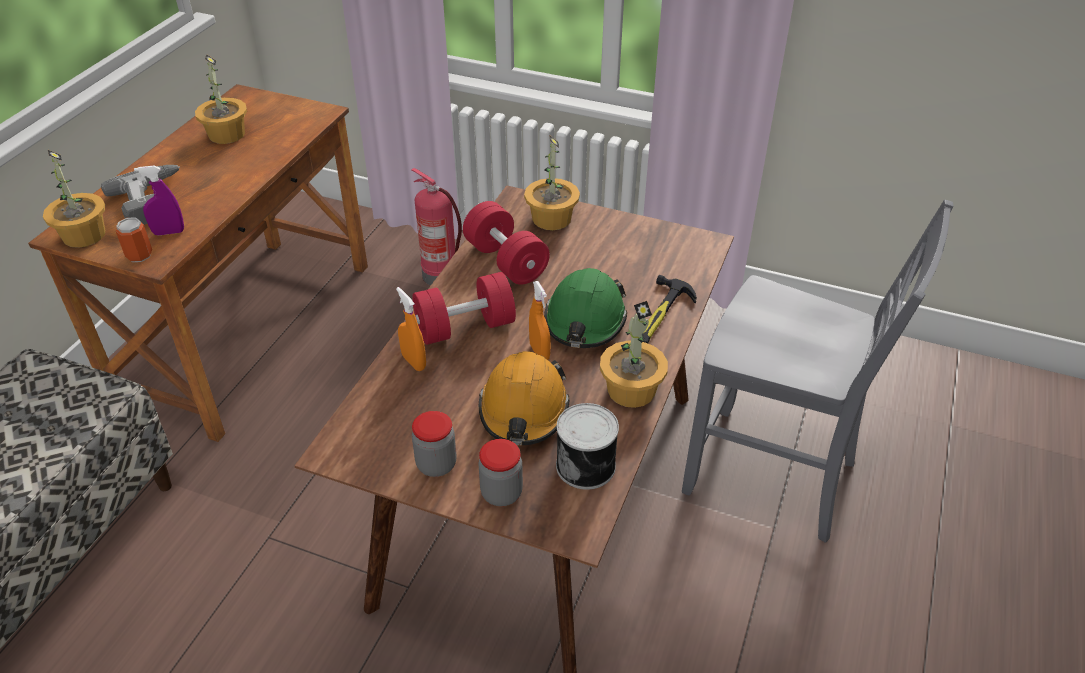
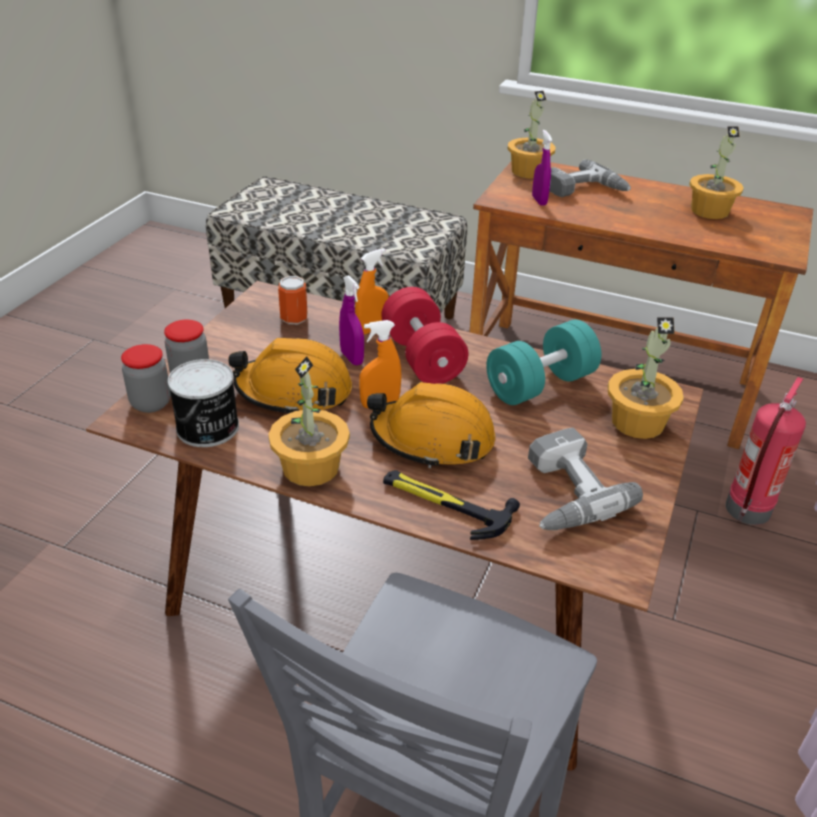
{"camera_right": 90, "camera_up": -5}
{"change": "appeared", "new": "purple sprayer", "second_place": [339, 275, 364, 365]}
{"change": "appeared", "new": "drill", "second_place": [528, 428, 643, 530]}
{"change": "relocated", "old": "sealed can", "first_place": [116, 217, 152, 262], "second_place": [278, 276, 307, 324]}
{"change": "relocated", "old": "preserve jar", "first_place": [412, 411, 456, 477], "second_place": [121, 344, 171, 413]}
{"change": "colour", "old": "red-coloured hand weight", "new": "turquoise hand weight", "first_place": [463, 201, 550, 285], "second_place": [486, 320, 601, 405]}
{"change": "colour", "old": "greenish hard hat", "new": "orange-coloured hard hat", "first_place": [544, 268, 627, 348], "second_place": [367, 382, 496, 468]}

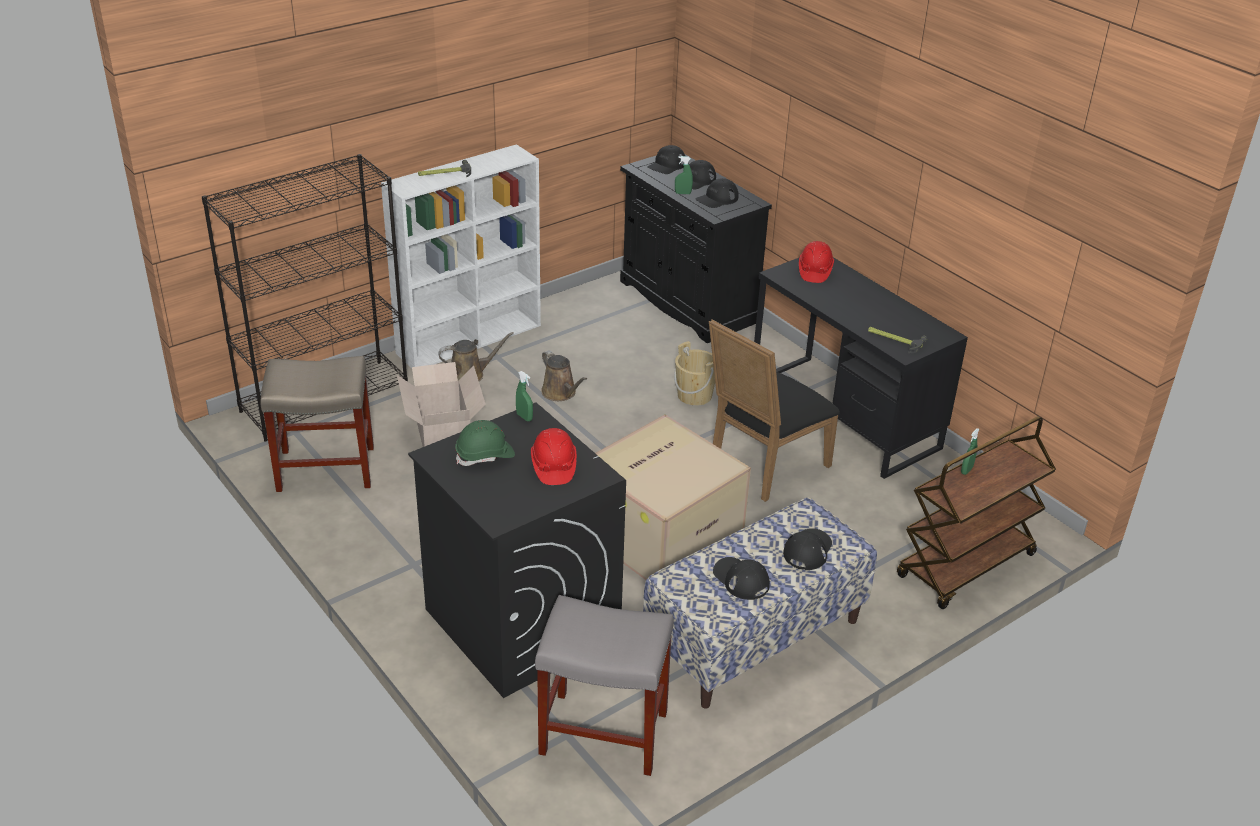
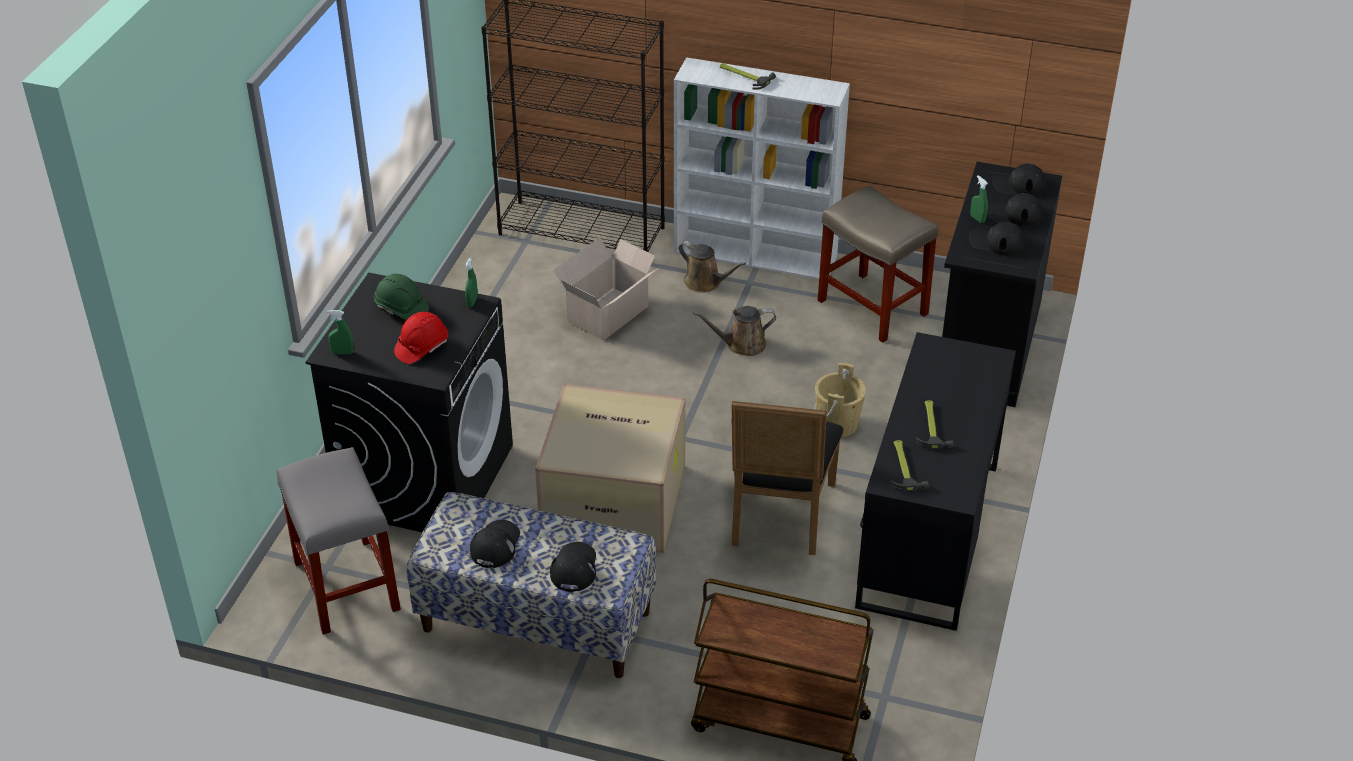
{"camera_right": 55, "camera_up": 5}
{"change": "missing", "old": "red-coloured hard hat", "first_place": [799, 241, 834, 283]}
{"change": "appeared", "new": "hammer", "second_place": [916, 400, 953, 449]}
{"change": "relocated", "old": "sand-coloured stool seat", "first_place": [260, 356, 374, 492], "second_place": [818, 186, 938, 343]}
{"change": "relocated", "old": "greenish sprayer", "first_place": [961, 428, 980, 475], "second_place": [327, 310, 354, 354]}
{"change": "spun", "old": "brownish watering pot", "first_place": [541, 350, 587, 401], "second_place": [693, 306, 776, 356], "degrees": 60}
{"change": "spun", "old": "black-coloured upright chair", "first_place": [709, 319, 840, 502], "second_place": [732, 401, 843, 555], "degrees": -90}
{"change": "spun", "old": "black-coloured baseball cap", "first_place": [783, 528, 832, 570], "second_place": [550, 542, 596, 592], "degrees": -75}

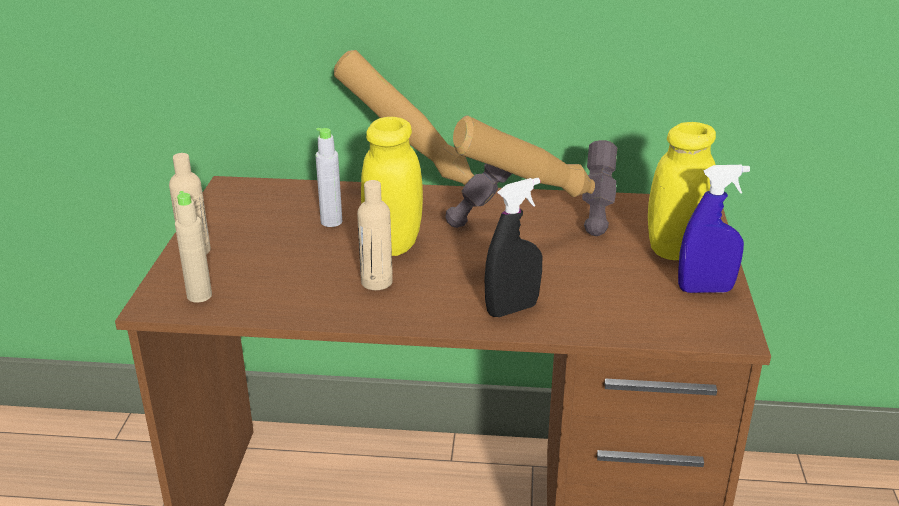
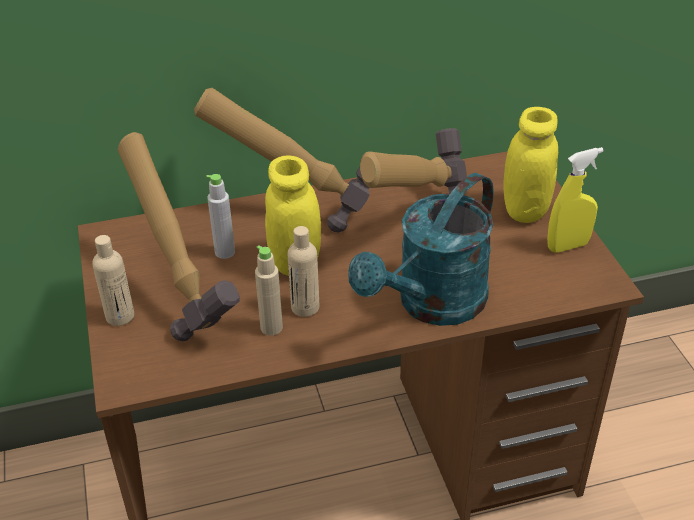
{"camera_right": -20, "camera_up": 10}
{"change": "appeared", "new": "hammer", "second_place": [118, 132, 240, 341]}
{"change": "relocated", "old": "sand-coloured drink bottle", "first_place": [175, 191, 212, 303], "second_place": [255, 246, 283, 336]}
{"change": "exchanged", "old": "black-coloured sprayer", "new": "turquoise watering pot", "first_place": [485, 178, 542, 317], "second_place": [348, 173, 494, 326]}
{"change": "colour", "old": "blue sprayer", "new": "yellow sprayer", "first_place": [678, 165, 750, 293], "second_place": [547, 147, 604, 253]}

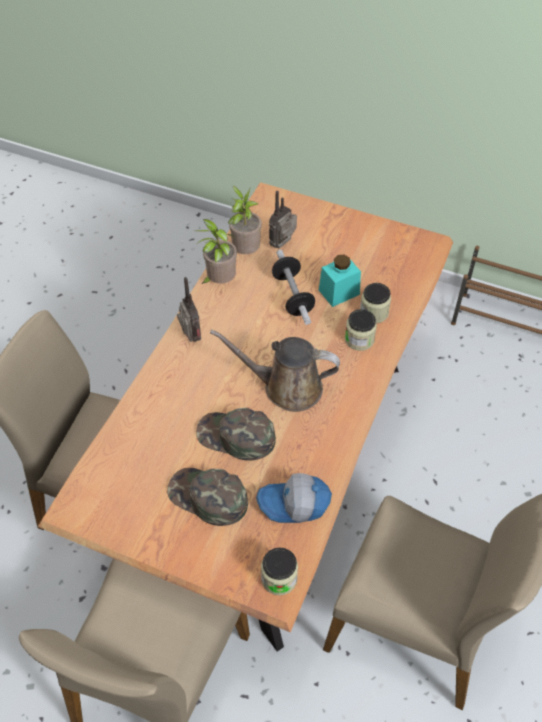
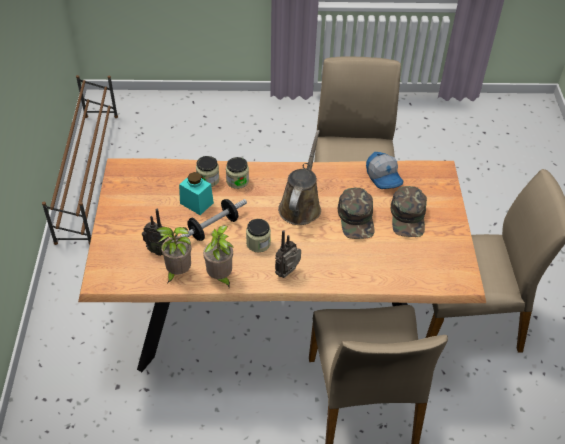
{"camera_right": -115, "camera_up": -5}
{"change": "relocated", "old": "preserve jar", "first_place": [261, 548, 298, 595], "second_place": [246, 219, 271, 252]}
{"change": "spun", "old": "brownish watering pot", "first_place": [210, 329, 340, 412], "second_place": [278, 130, 321, 225], "degrees": -150}

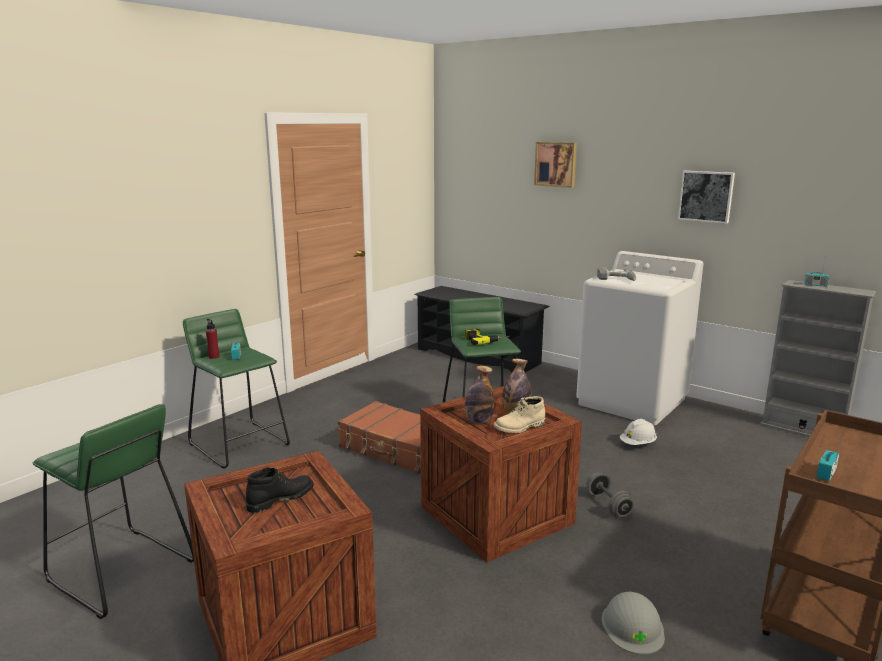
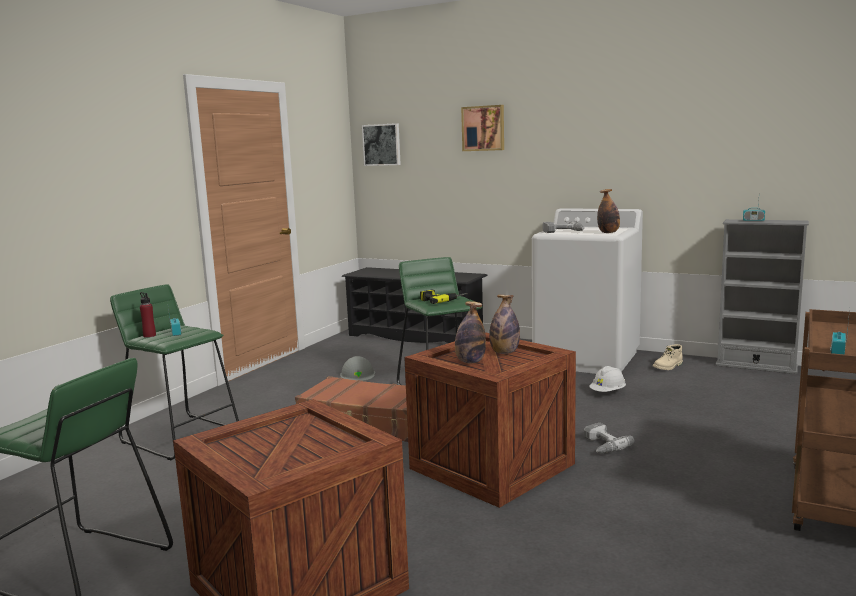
{"camera_right": -10, "camera_up": -5}
{"change": "missing", "old": "black-coloured high-top boot", "first_place": [246, 467, 314, 513]}
{"change": "appeared", "new": "drink bottle", "second_place": [597, 189, 620, 233]}
{"change": "relocated", "old": "sand-coloured high-top boot", "first_place": [494, 396, 545, 433], "second_place": [653, 344, 683, 370]}
{"change": "relocated", "old": "gray hard hat", "first_place": [602, 592, 665, 655], "second_place": [340, 356, 375, 381]}
{"change": "relocated", "old": "wall art", "first_place": [678, 171, 735, 224], "second_place": [362, 123, 401, 166]}
{"change": "exchanged", "old": "gray hand weight", "new": "drill", "first_place": [587, 472, 634, 517], "second_place": [584, 423, 634, 453]}

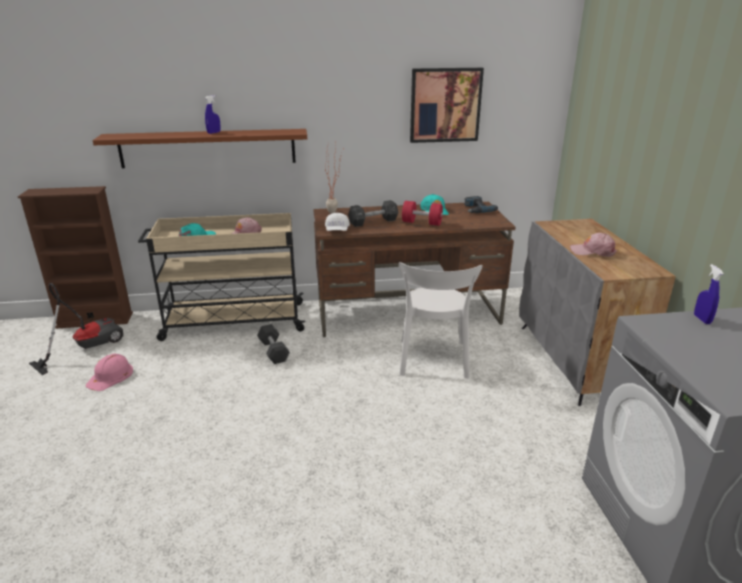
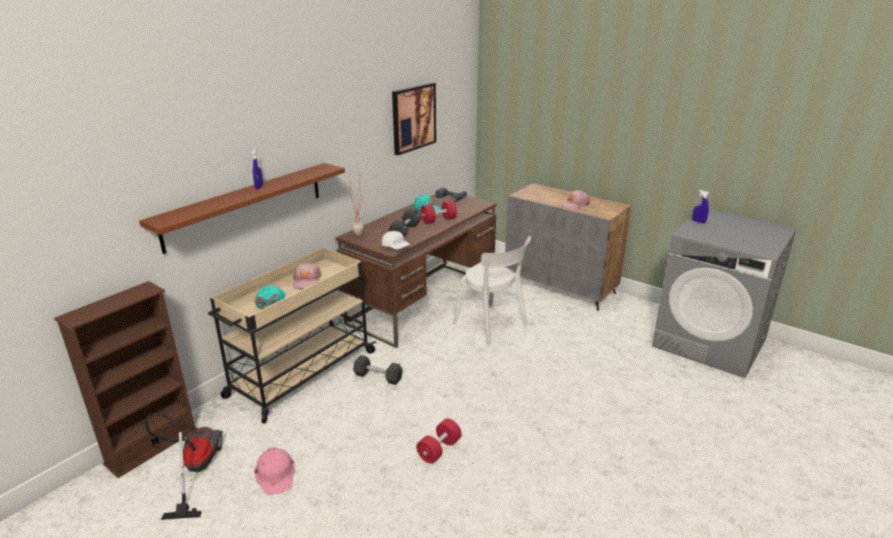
{"camera_right": -45, "camera_up": 0}
{"change": "appeared", "new": "red-coloured hand weight", "second_place": [416, 419, 461, 463]}

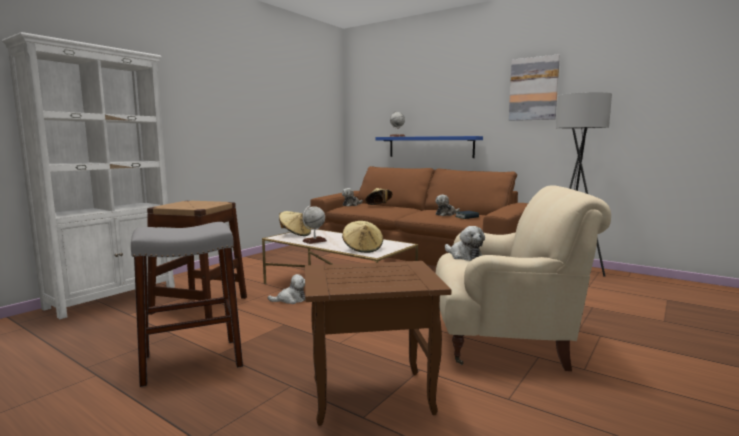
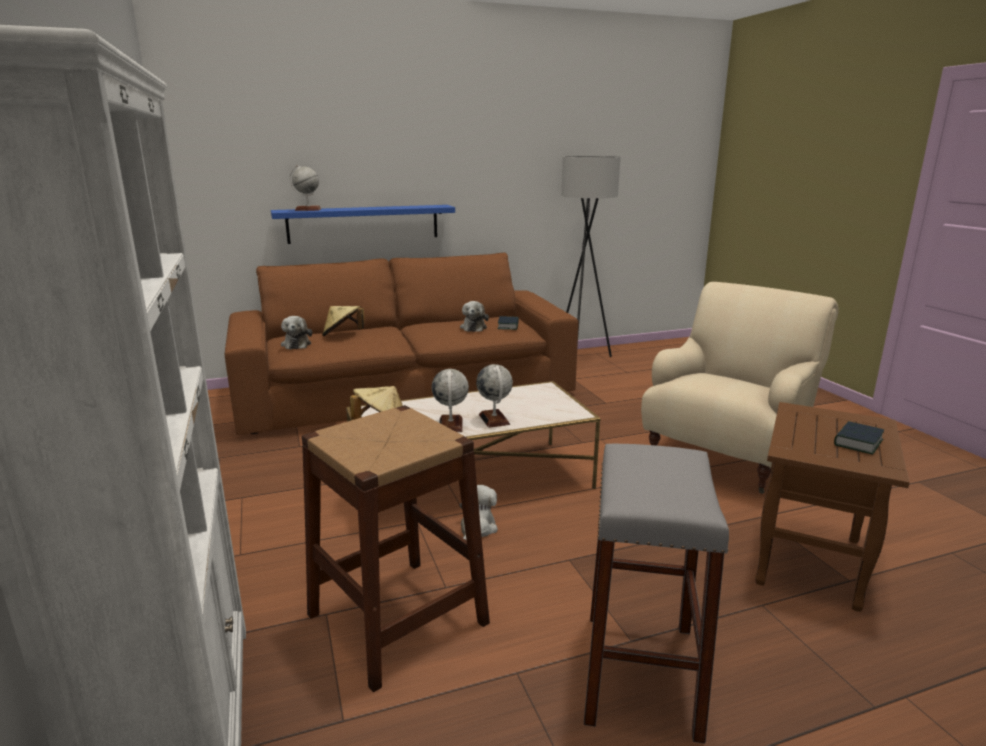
{"camera_right": -55, "camera_up": 10}
{"change": "missing", "old": "sand-coloured hat", "first_place": [342, 221, 383, 253]}
{"change": "missing", "old": "cuddly toy", "first_place": [445, 226, 485, 261]}
{"change": "missing", "old": "wall art", "first_place": [509, 54, 560, 121]}
{"change": "appeared", "new": "desk globe", "second_place": [476, 364, 513, 428]}
{"change": "appeared", "new": "book", "second_place": [834, 421, 884, 454]}

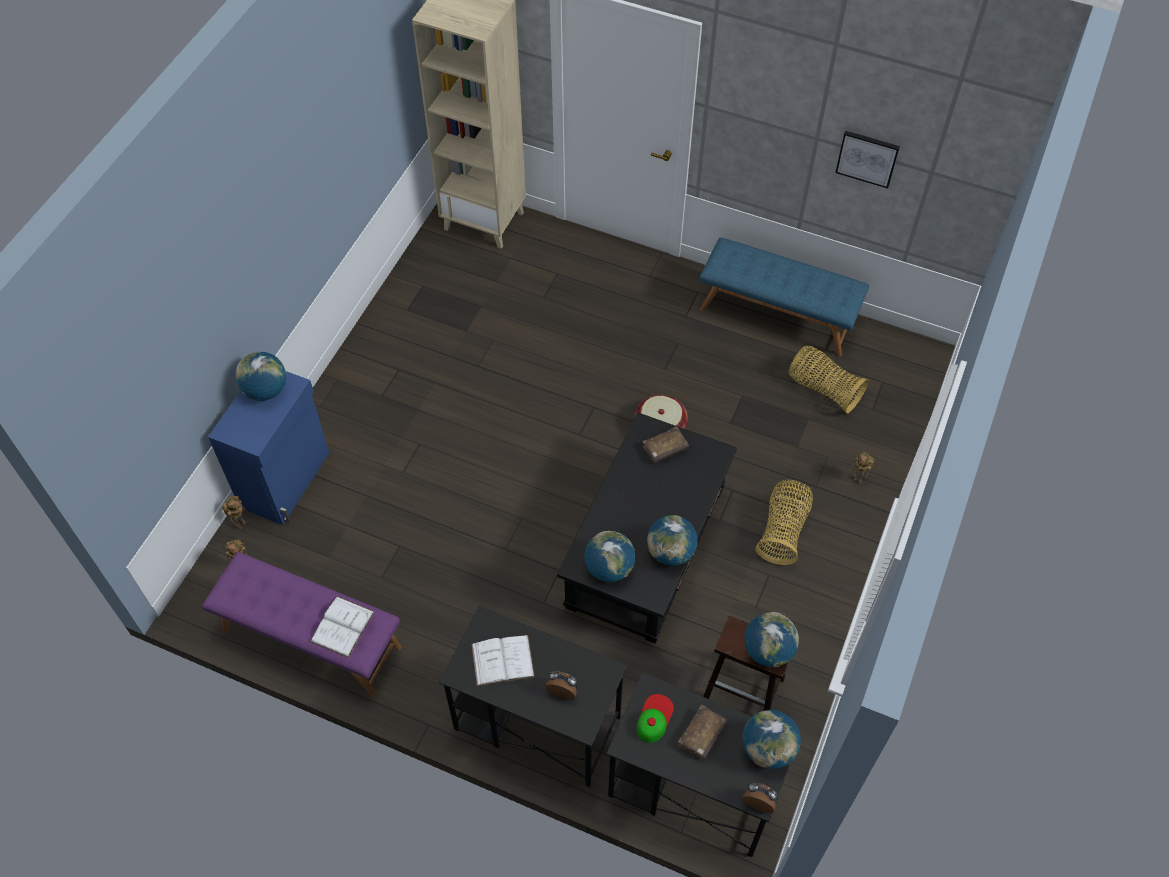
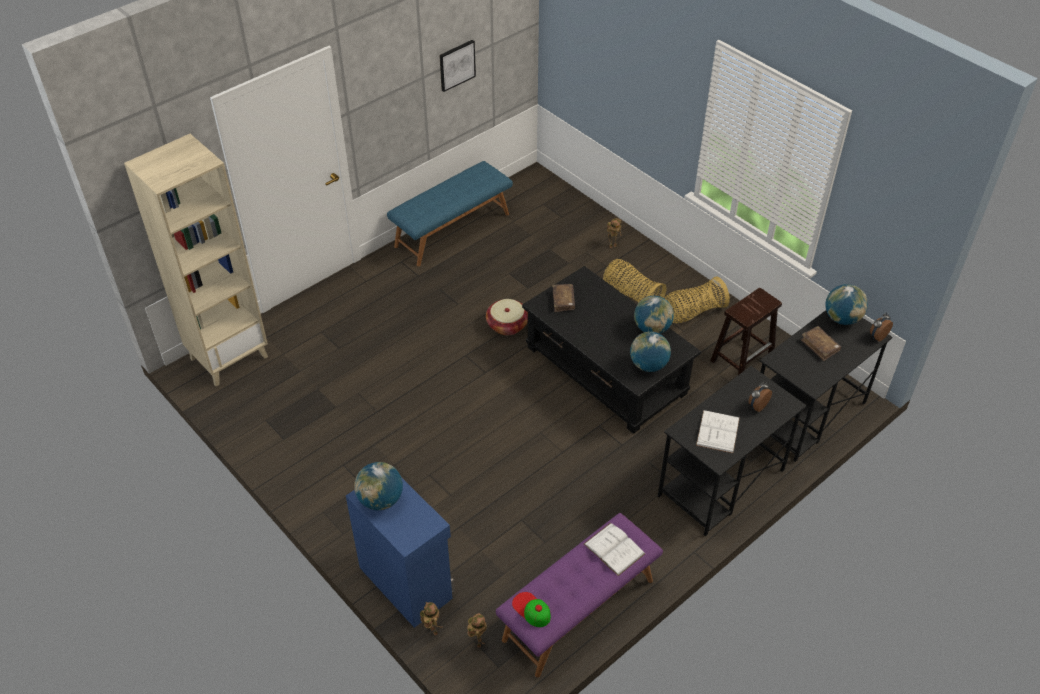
{"camera_right": -65, "camera_up": -10}
{"change": "missing", "old": "desk globe", "first_place": [745, 612, 799, 667]}
{"change": "relocated", "old": "baseball cap", "first_place": [637, 694, 674, 743], "second_place": [512, 592, 551, 627]}
{"change": "relocated", "old": "household basket", "first_place": [788, 345, 869, 414], "second_place": [664, 276, 730, 323]}

